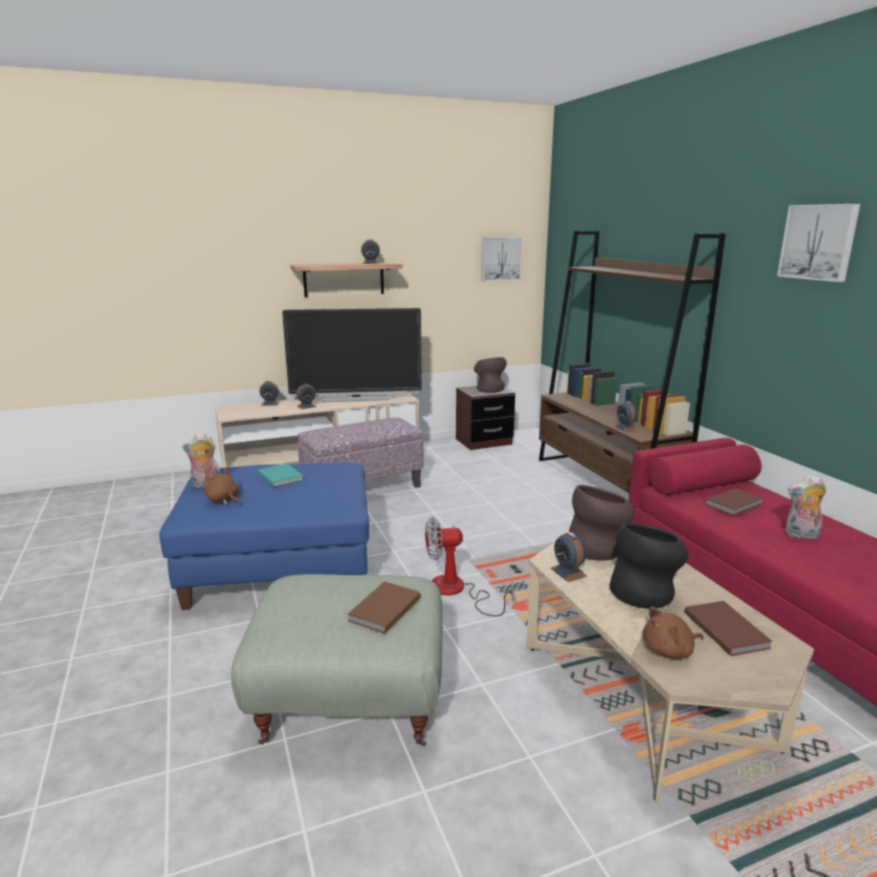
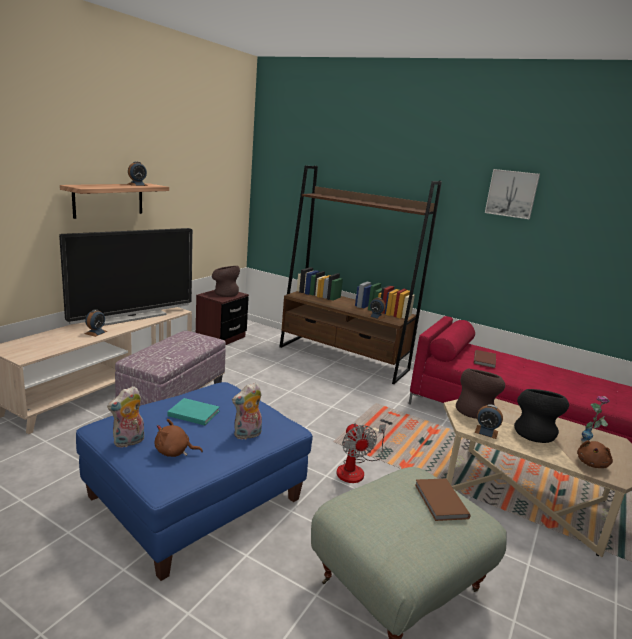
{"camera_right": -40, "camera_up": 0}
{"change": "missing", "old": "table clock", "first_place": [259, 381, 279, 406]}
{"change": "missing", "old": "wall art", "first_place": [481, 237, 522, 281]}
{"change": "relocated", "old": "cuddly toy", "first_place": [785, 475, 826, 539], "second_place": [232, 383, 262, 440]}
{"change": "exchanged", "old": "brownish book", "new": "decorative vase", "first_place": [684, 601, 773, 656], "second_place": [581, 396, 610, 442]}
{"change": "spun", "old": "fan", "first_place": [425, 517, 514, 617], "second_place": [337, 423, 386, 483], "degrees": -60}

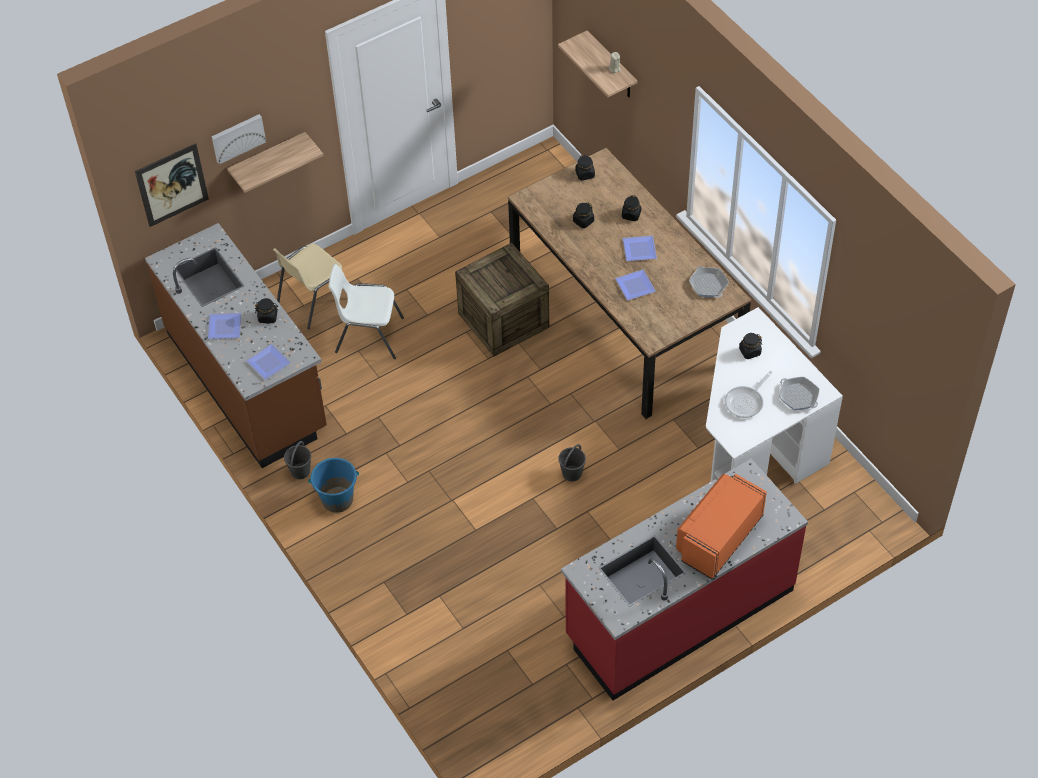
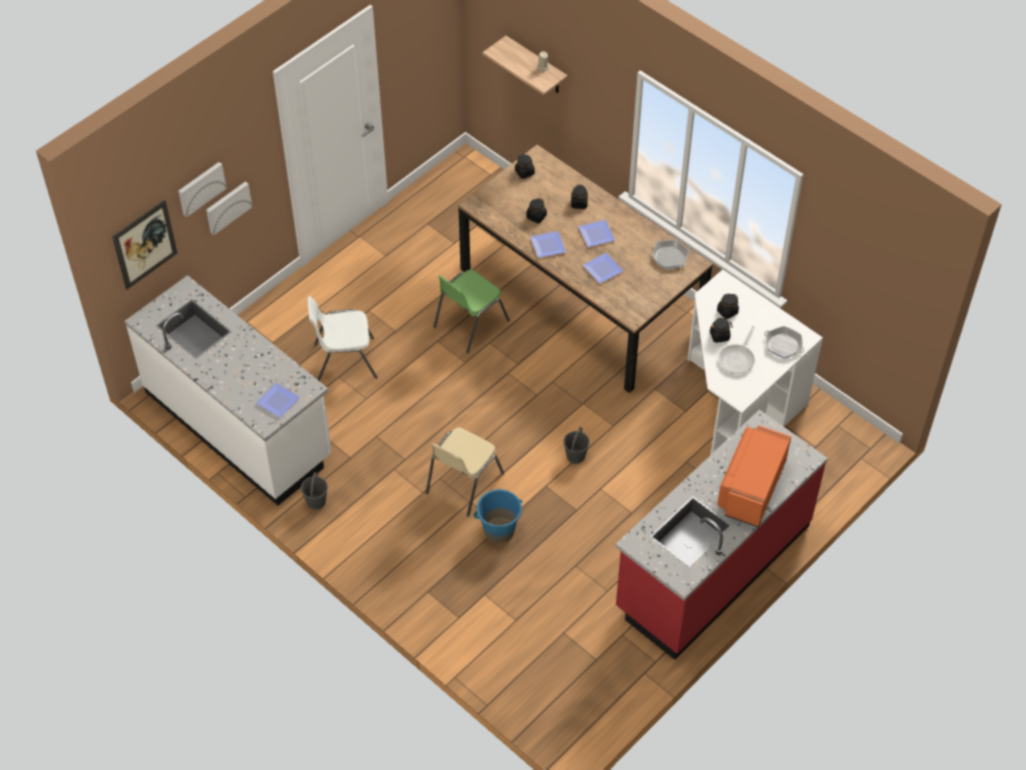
{"camera_right": -15, "camera_up": 0}
{"change": "relocated", "old": "dinner plate", "first_place": [208, 313, 241, 339], "second_place": [530, 231, 566, 258]}
{"change": "relocated", "old": "black-coloured preserve jar", "first_place": [255, 298, 278, 323], "second_place": [709, 318, 733, 343]}
{"change": "relocated", "old": "sand-coloured upright chair", "first_place": [273, 244, 342, 329], "second_place": [426, 428, 504, 516]}
{"change": "relocated", "old": "blue pail", "first_place": [308, 458, 359, 513], "second_place": [474, 489, 523, 543]}
{"change": "exchanged", "old": "wall shelf", "new": "wall art", "first_place": [227, 132, 323, 193], "second_place": [206, 182, 252, 235]}
{"change": "exchanged", "old": "shipping crate", "new": "greenish upright chair", "first_place": [455, 243, 549, 357], "second_place": [433, 270, 510, 353]}
{"change": "colour", "old": "brownish counter", "new": "white-coloured counter", "first_place": [145, 223, 327, 468], "second_place": [124, 275, 332, 506]}

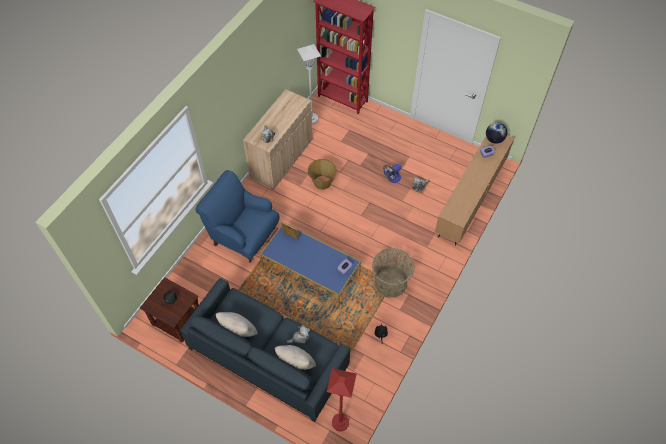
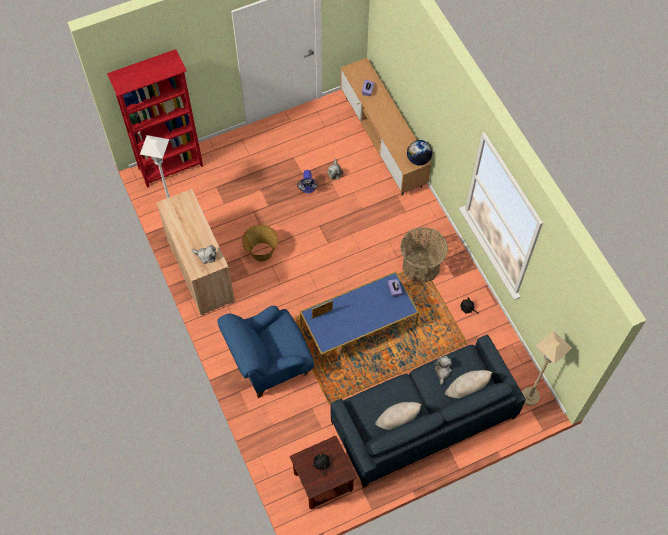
{"camera_right": -55, "camera_up": 5}
{"change": "relocated", "old": "desk globe", "first_place": [486, 122, 507, 144], "second_place": [407, 140, 432, 165]}
{"change": "colour", "old": "red-coloured standard lamp", "new": "sand-coloured standard lamp", "first_place": [327, 368, 357, 431], "second_place": [522, 330, 572, 406]}

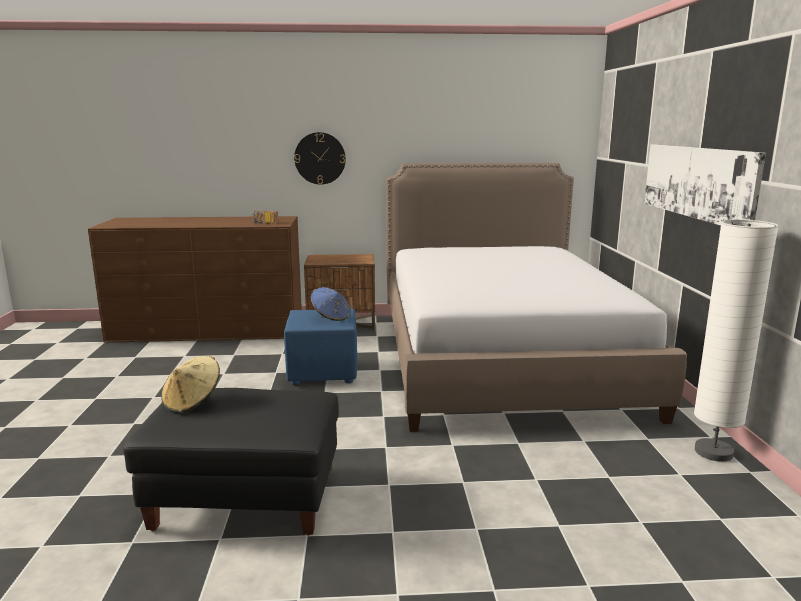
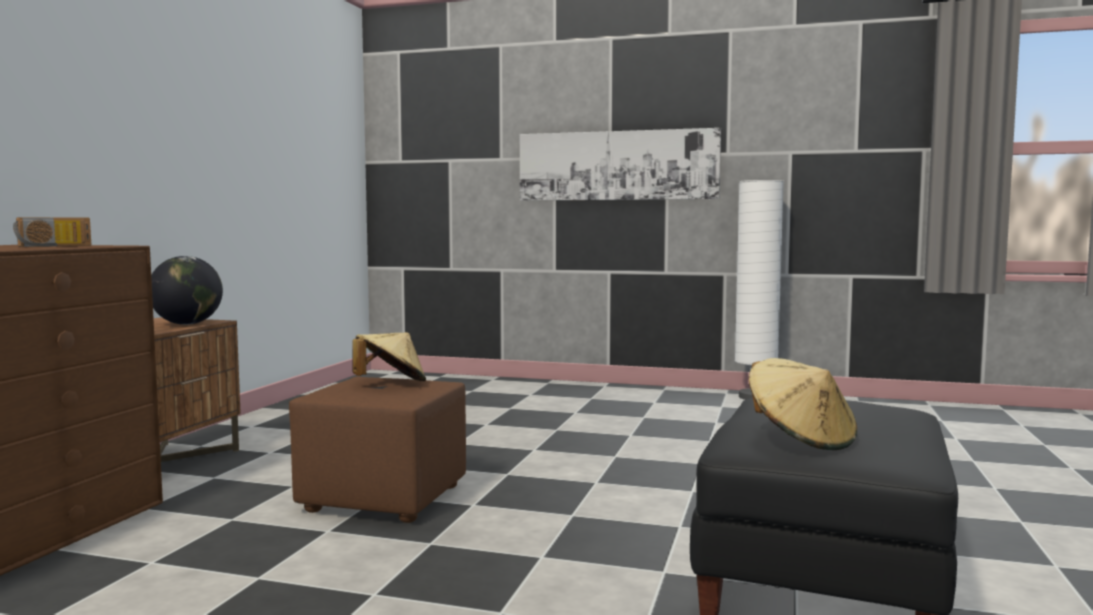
{"camera_right": -70, "camera_up": -10}
{"change": "missing", "old": "hanging clock", "first_place": [294, 132, 346, 185]}
{"change": "missing", "old": "bed", "first_place": [386, 163, 687, 432]}
{"change": "appeared", "new": "desk globe", "second_place": [151, 256, 223, 325]}
{"change": "colour", "old": "blue pouffe", "new": "brownish pouffe", "first_place": [284, 309, 357, 385], "second_place": [289, 377, 466, 523]}
{"change": "colour", "old": "blue hat", "new": "sand-coloured hat", "first_place": [311, 287, 351, 321], "second_place": [352, 332, 426, 381]}

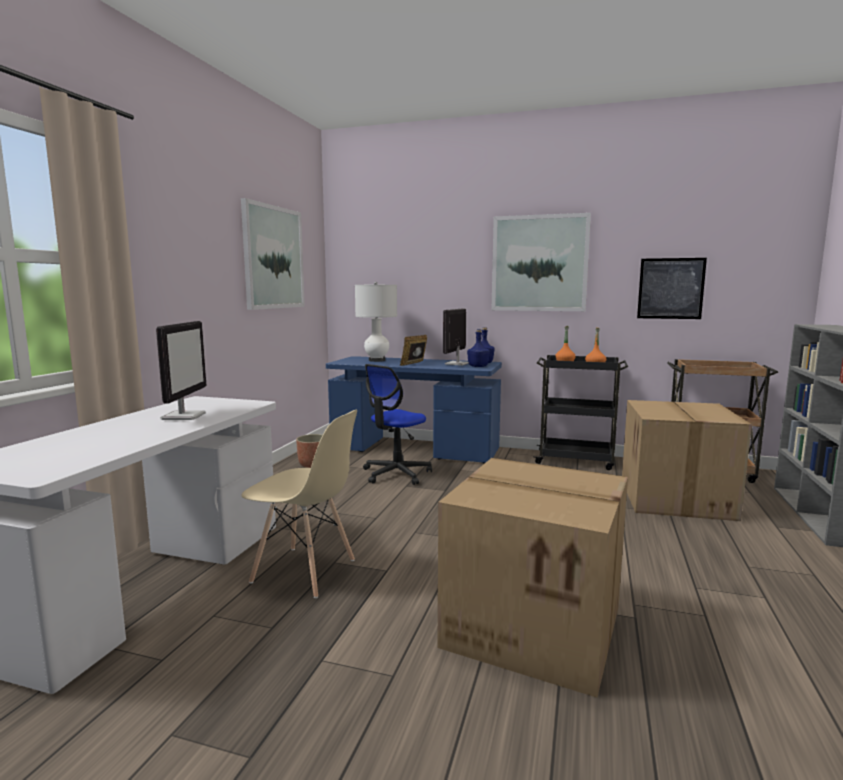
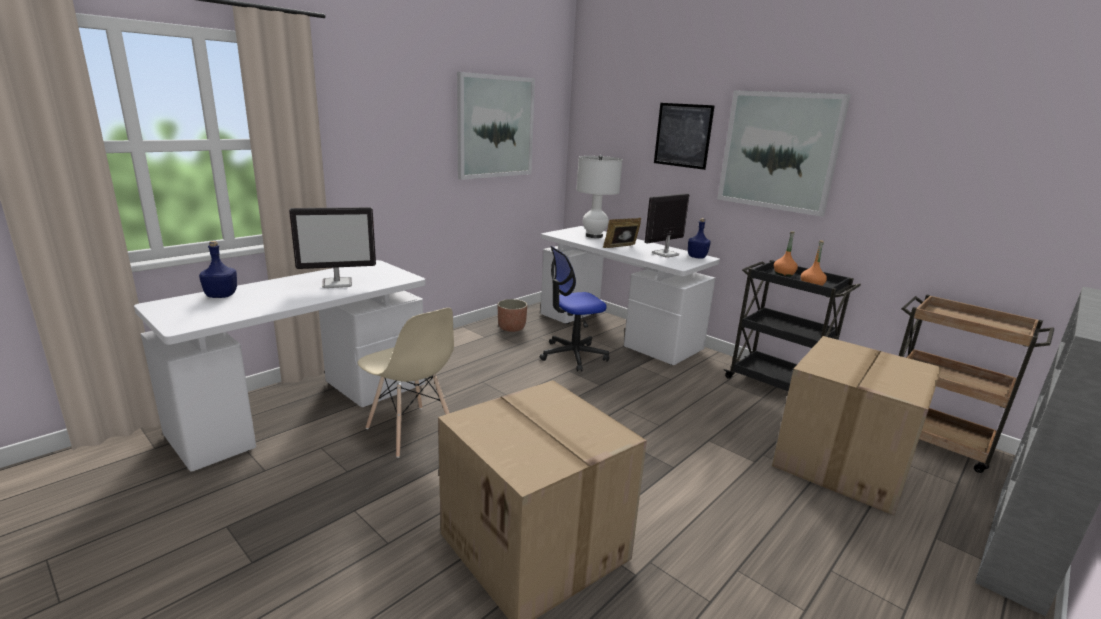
{"camera_right": 25, "camera_up": 10}
{"change": "relocated", "old": "blue drink bottle", "first_place": [467, 329, 490, 367], "second_place": [199, 241, 237, 298]}
{"change": "relocated", "old": "wall art", "first_place": [637, 258, 707, 319], "second_place": [654, 103, 715, 170]}
{"change": "colour", "old": "blue desk", "new": "white-coloured desk", "first_place": [326, 356, 502, 464], "second_place": [540, 226, 720, 365]}
{"change": "spun", "old": "monitor", "first_place": [156, 321, 207, 420], "second_place": [289, 207, 376, 288], "degrees": 45}

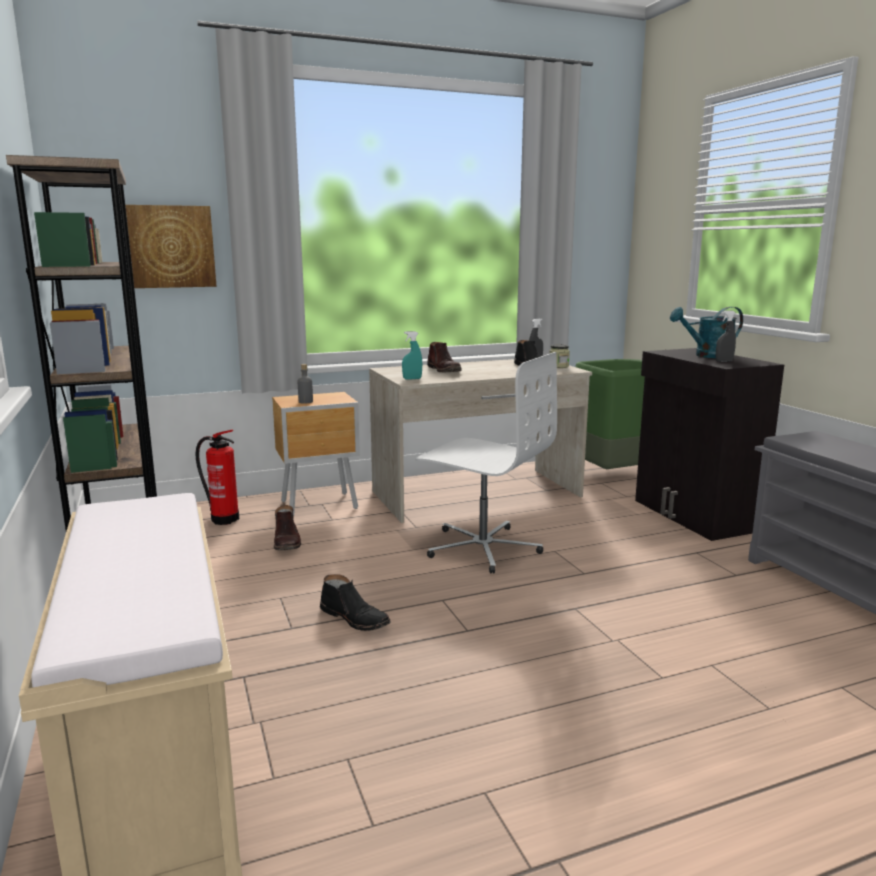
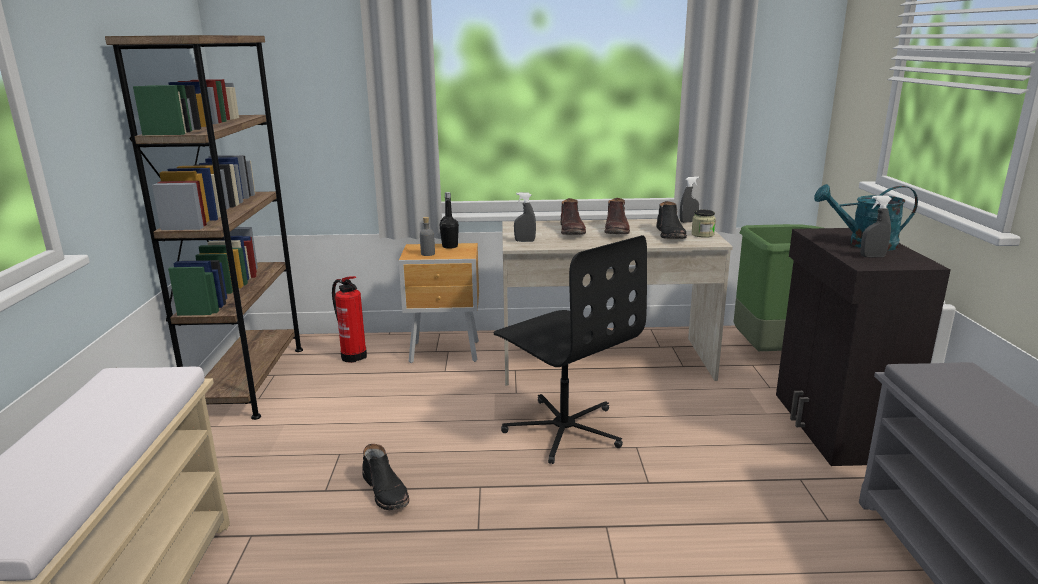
{"camera_right": 20, "camera_up": 5}
{"change": "missing", "old": "wall art", "first_place": [125, 205, 217, 288]}
{"change": "appeared", "new": "black-coloured drink bottle", "second_place": [440, 192, 459, 249]}
{"change": "relocated", "old": "brownish high-top boot", "first_place": [274, 505, 301, 550], "second_place": [604, 198, 630, 234]}
{"change": "colour", "old": "turquoise sprayer", "new": "gray sprayer", "first_place": [402, 331, 422, 380], "second_place": [514, 192, 536, 242]}
{"change": "colour", "old": "white-coloured office chair", "new": "black-coloured office chair", "first_place": [415, 352, 557, 573], "second_place": [493, 235, 647, 464]}

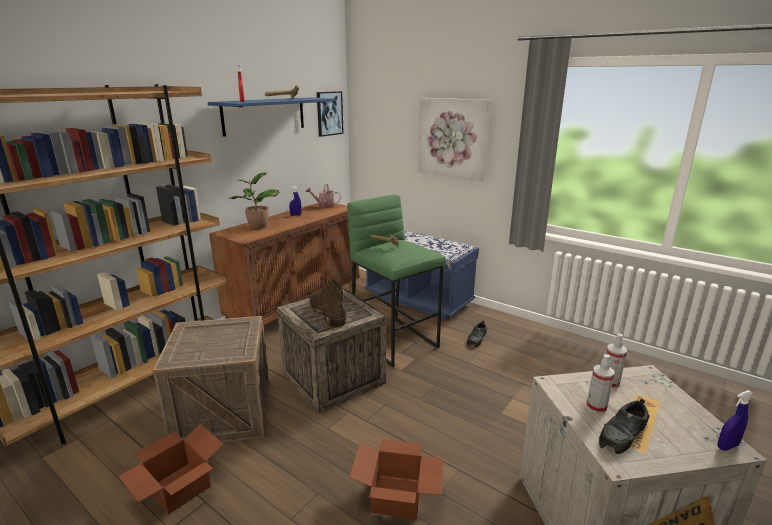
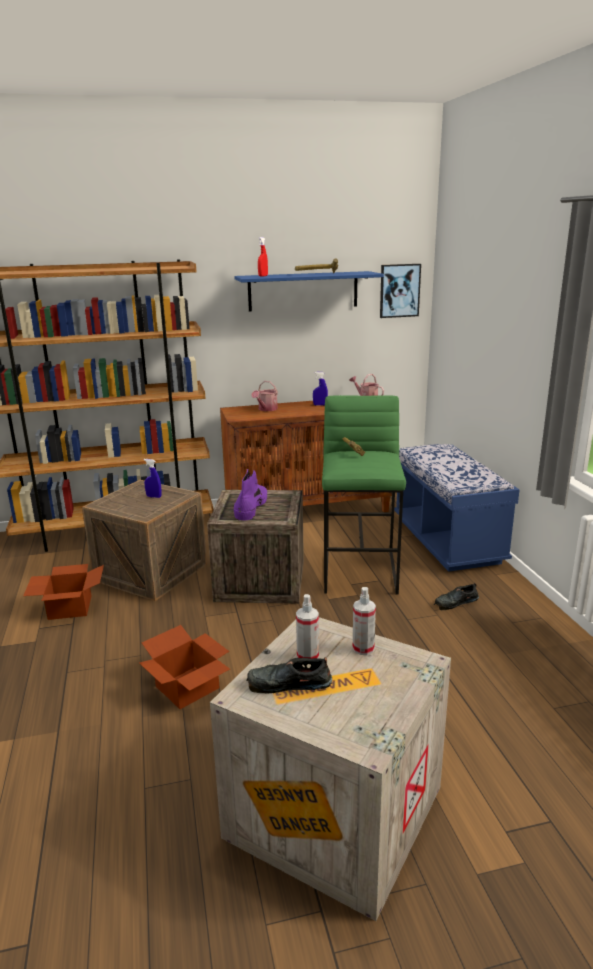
{"camera_right": 40, "camera_up": 0}
{"change": "missing", "old": "wall art", "first_place": [418, 98, 490, 181]}
{"change": "relocated", "old": "blue sprayer", "first_place": [717, 390, 753, 451], "second_place": [144, 459, 161, 498]}
{"change": "exchanged", "old": "potted plant", "new": "watering pot", "first_place": [229, 172, 280, 229], "second_place": [251, 381, 278, 411]}
{"change": "colour", "old": "brownish high-top boot", "new": "purple high-top boot", "first_place": [310, 278, 346, 328], "second_place": [234, 469, 267, 521]}

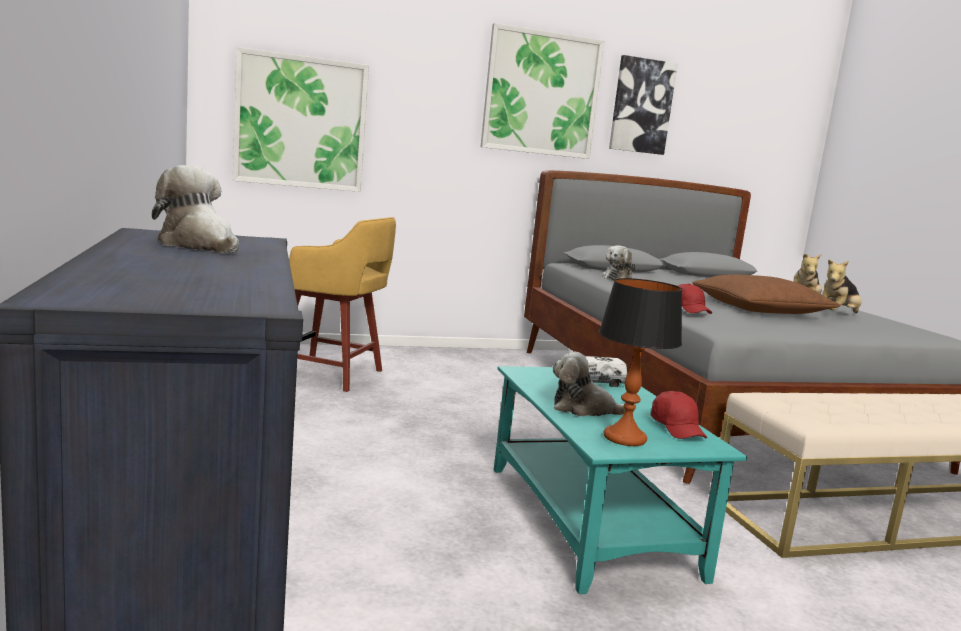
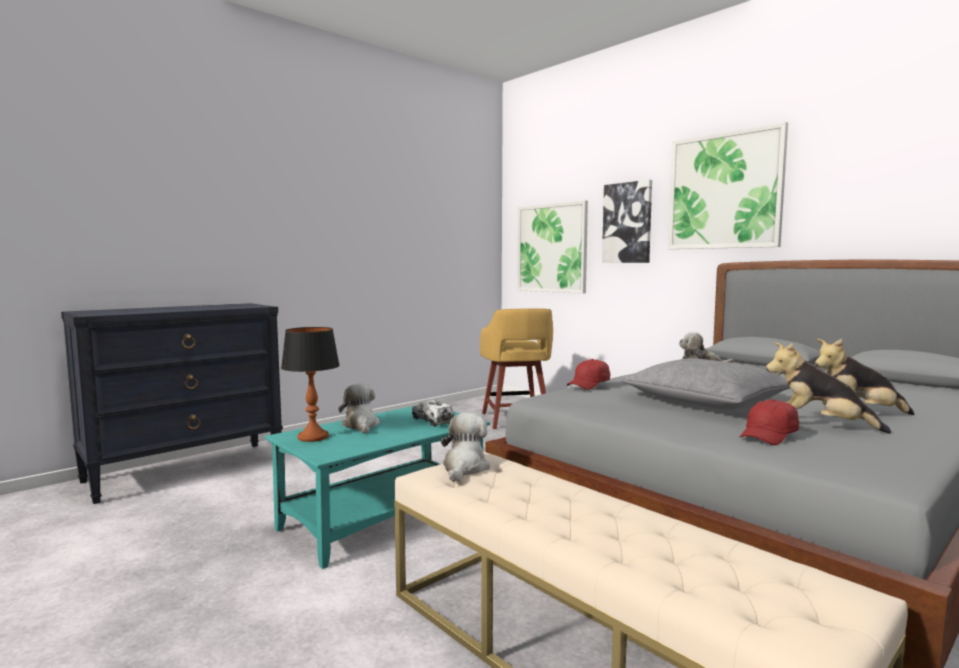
{"camera_right": 65, "camera_up": -5}
{"change": "relocated", "old": "cuddly toy", "first_place": [152, 165, 239, 253], "second_place": [441, 413, 490, 482]}
{"change": "relocated", "old": "wall art", "first_place": [609, 55, 678, 155], "second_place": [602, 180, 652, 263]}
{"change": "relocated", "old": "red-coloured baseball cap", "first_place": [650, 391, 707, 439], "second_place": [739, 399, 799, 445]}
{"change": "colour", "old": "brownish pillow", "new": "gray pillow", "first_place": [692, 274, 841, 314], "second_place": [620, 358, 790, 410]}

